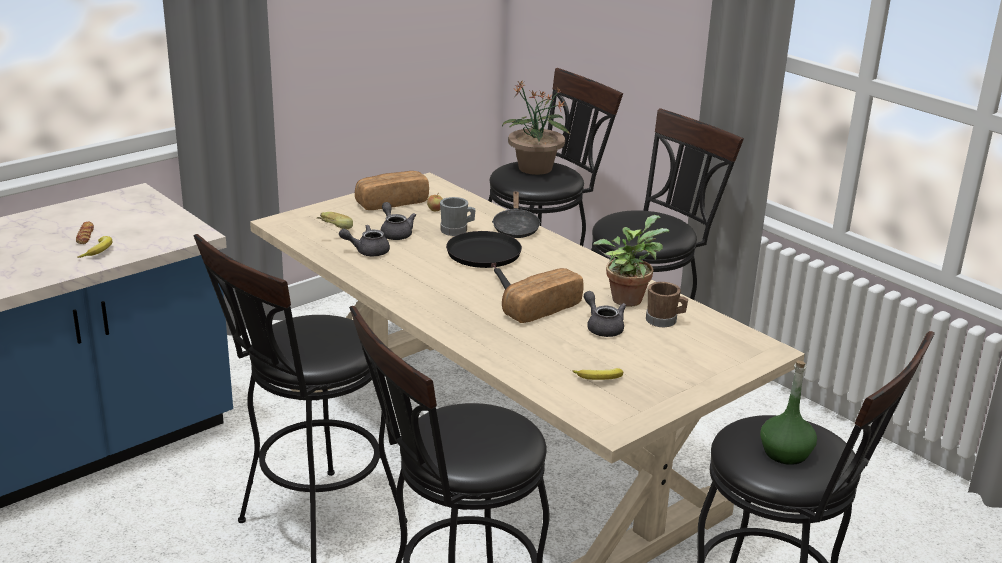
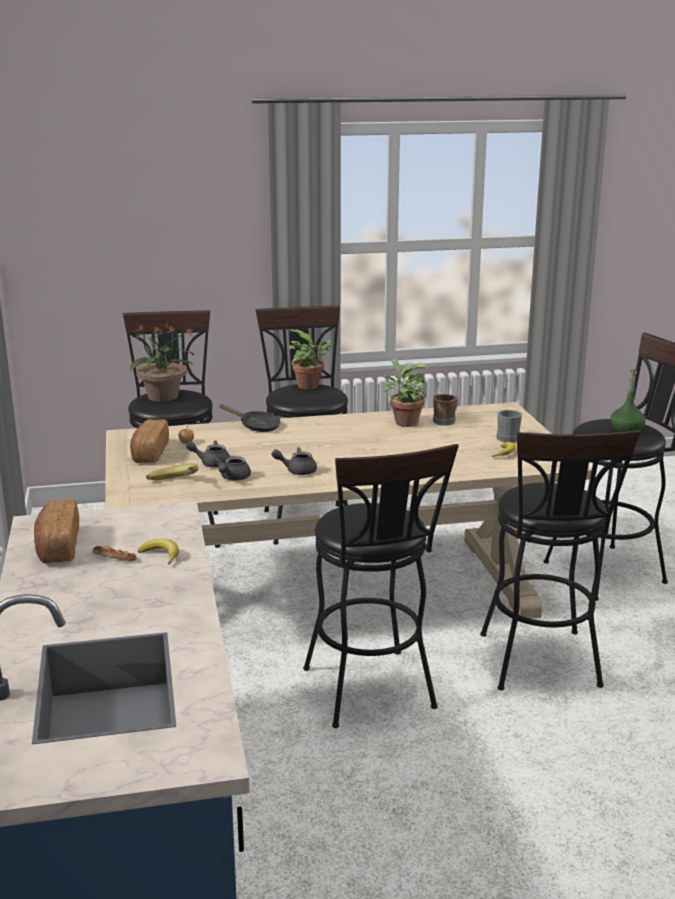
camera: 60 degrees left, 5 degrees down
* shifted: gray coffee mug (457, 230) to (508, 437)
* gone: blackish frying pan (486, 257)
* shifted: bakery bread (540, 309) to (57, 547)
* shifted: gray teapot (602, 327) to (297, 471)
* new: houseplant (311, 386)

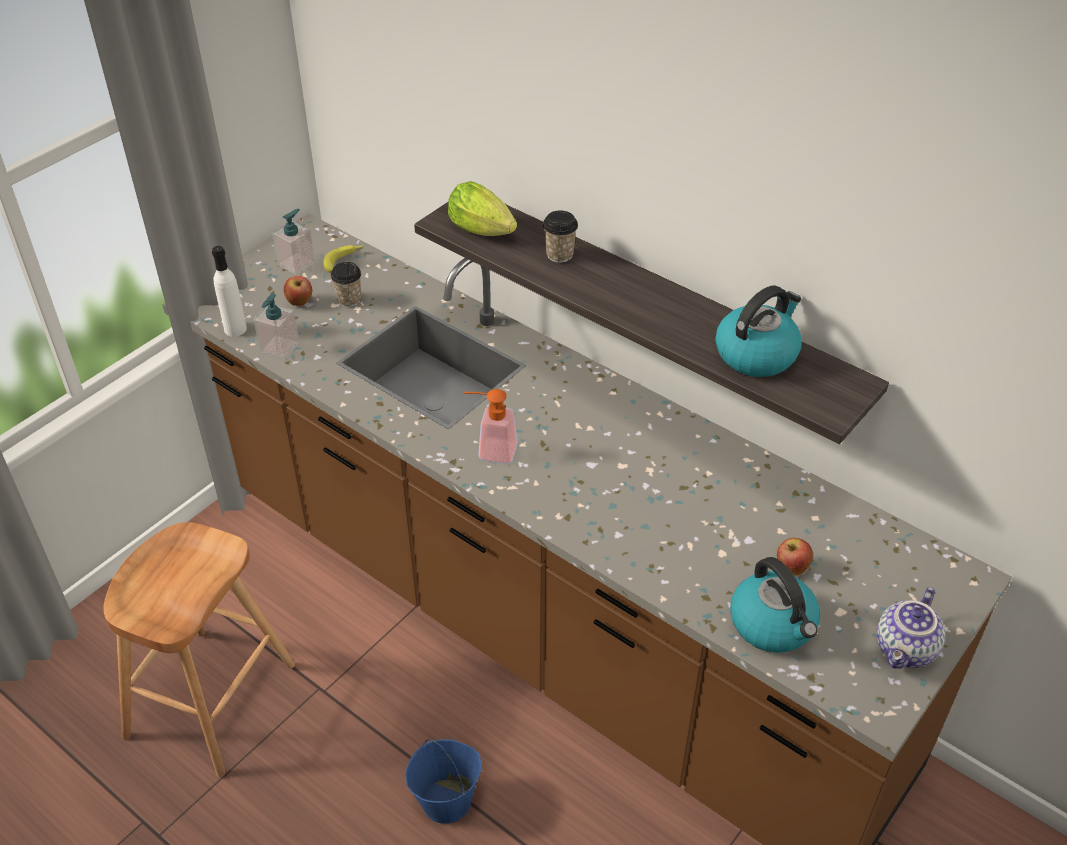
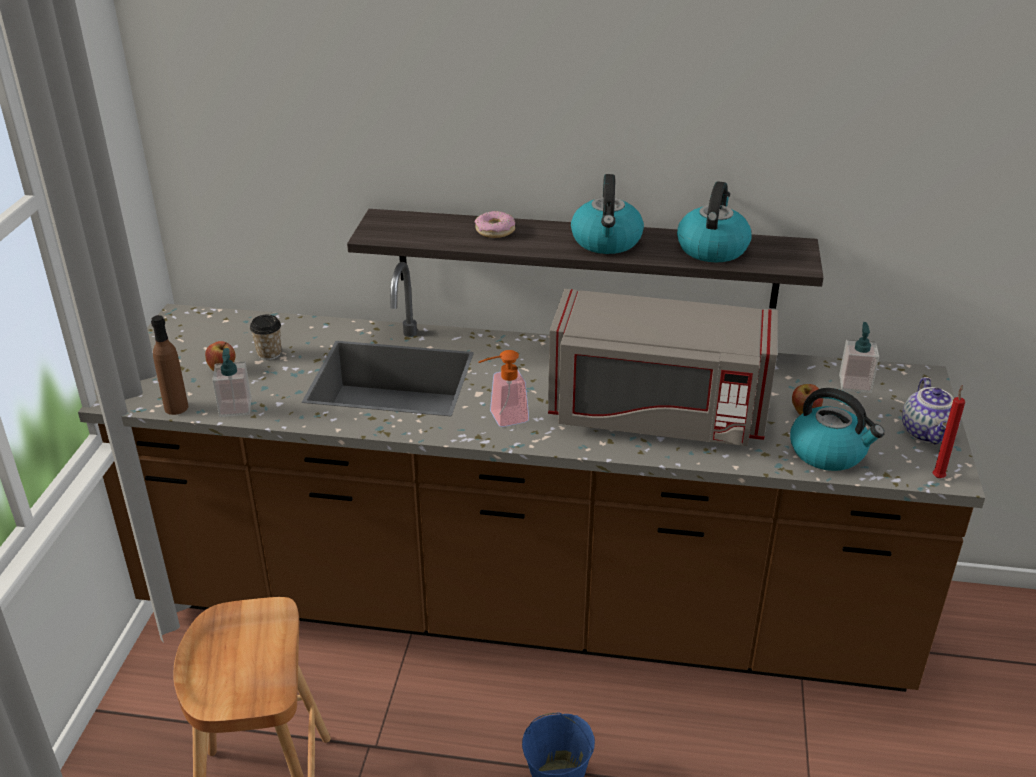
camera: 30 degrees left, 10 degrees down
* gone: lettuce head (485, 232)
* shifted: liquid soap bottle (296, 263) to (855, 383)
* swapped: cup (559, 255) to donut (495, 230)
* gone: banana (344, 260)
* repainted: white-coloured bottle (235, 329) to brown bottle (176, 407)
* new: water kettle (606, 242)
* new: gray kitchen microwave (656, 414)
* new: reddish wax light (938, 477)

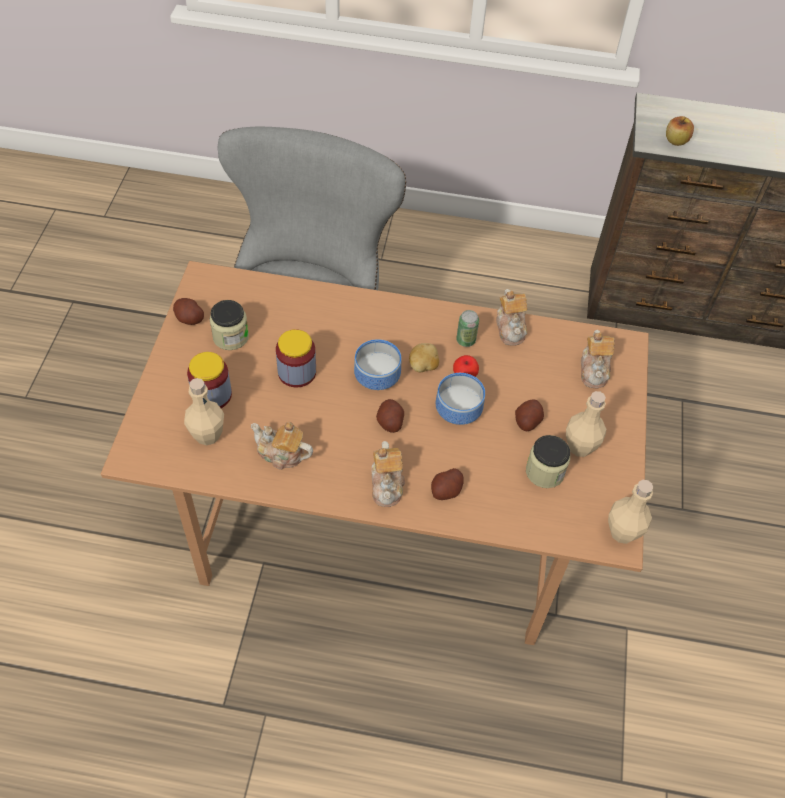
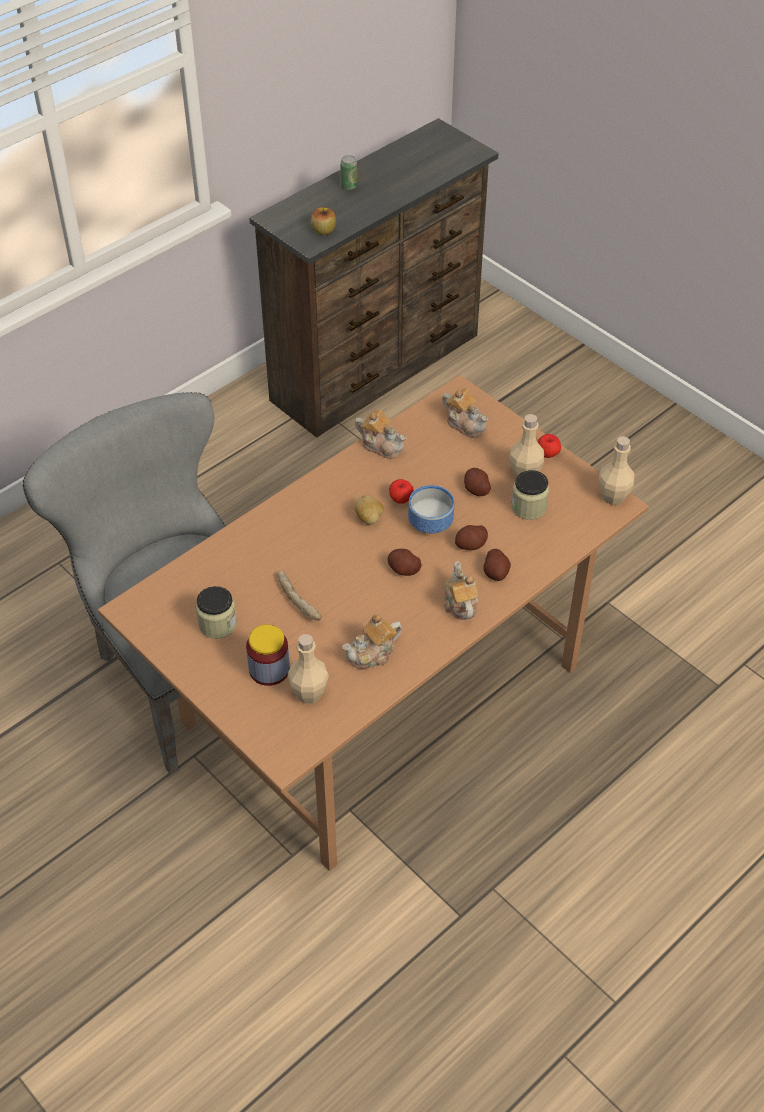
camera: 50 degrees left, 5 degrees down
* shifted: spud (189, 318) to (471, 545)
* shifted: sealed can (465, 340) to (349, 186)
* swapped: storage jar (297, 372) to bakery bread (299, 600)
* gone: bowl (375, 377)
* rotated: teapot (387, 484) = (460, 604) 135 degrees counterclockwise
* new: whole apple (547, 454)

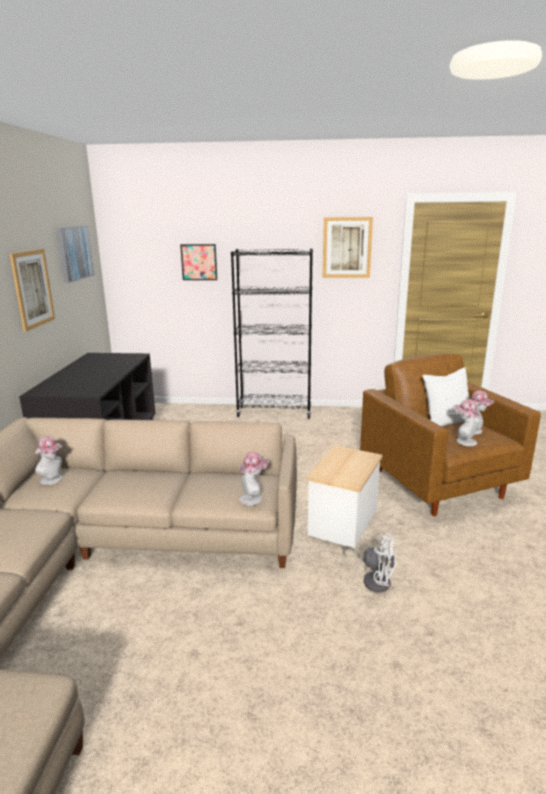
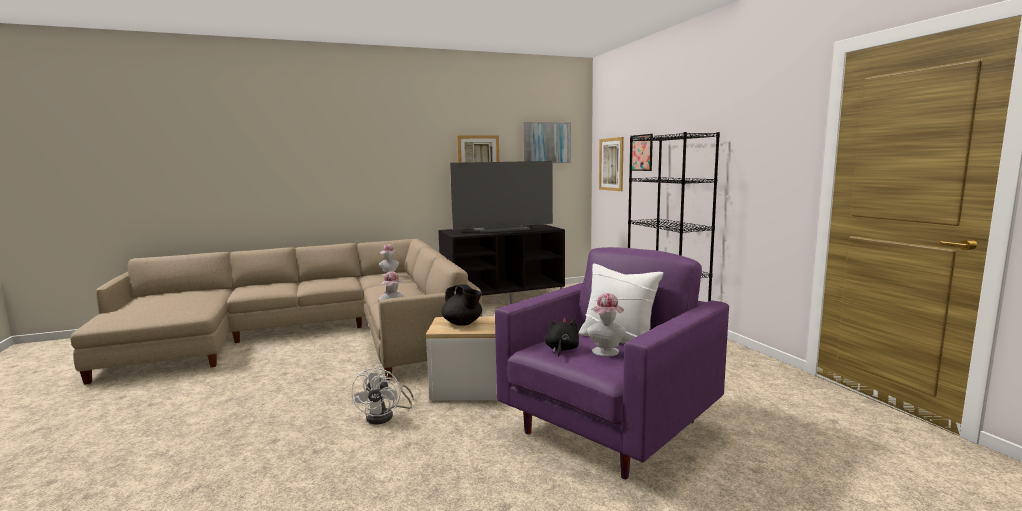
camera: 65 degrees right, 10 degrees down
* shifted: picture (347, 247) to (611, 164)
* repainted: brown easy chair (438, 484) to purple-coloured easy chair (609, 428)
* swapped: wearable hat (463, 441) to blackish plush toy (561, 349)
* new: TV (502, 229)
* new: blackish teapot (463, 323)

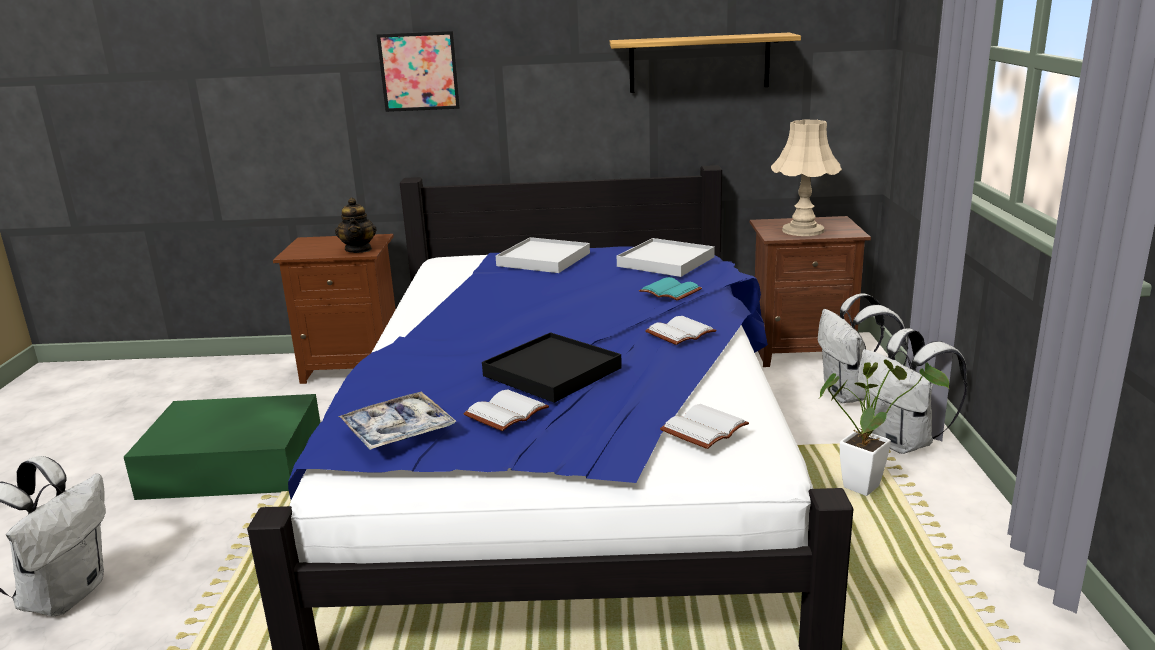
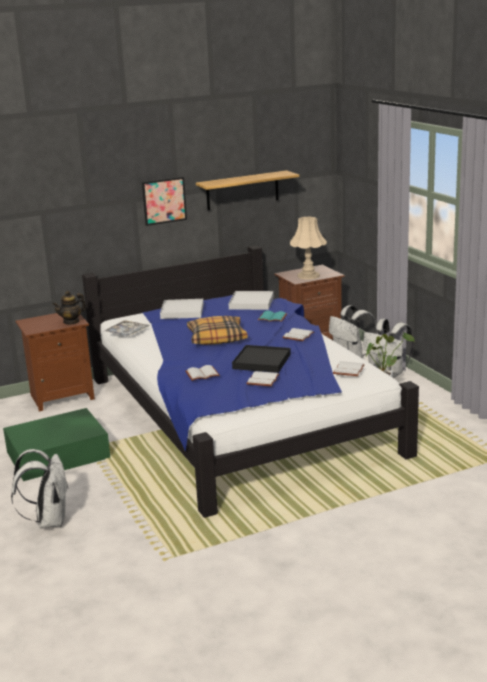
camera: 25 degrees left, 0 degrees up
* shifted: picture (419, 71) to (164, 201)
* rotated: teapot (359, 249) = (71, 321) 90 degrees clockwise
* shifted: carrying tray (398, 431) to (127, 332)
* new: pillow (217, 338)
* new: white-coloured book (202, 375)

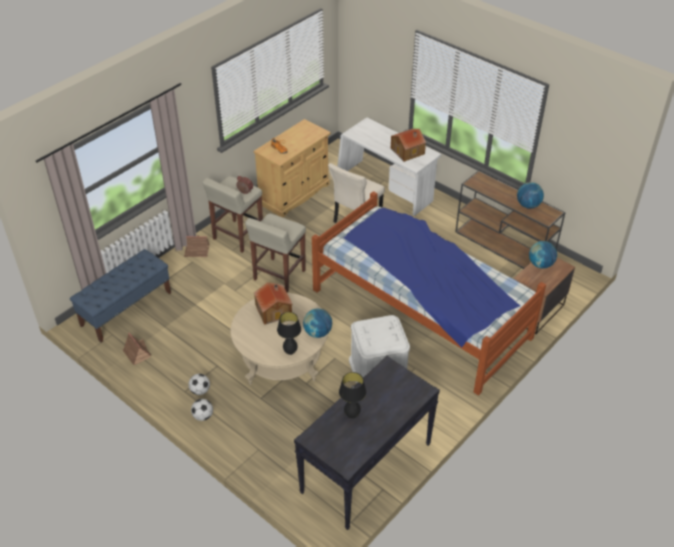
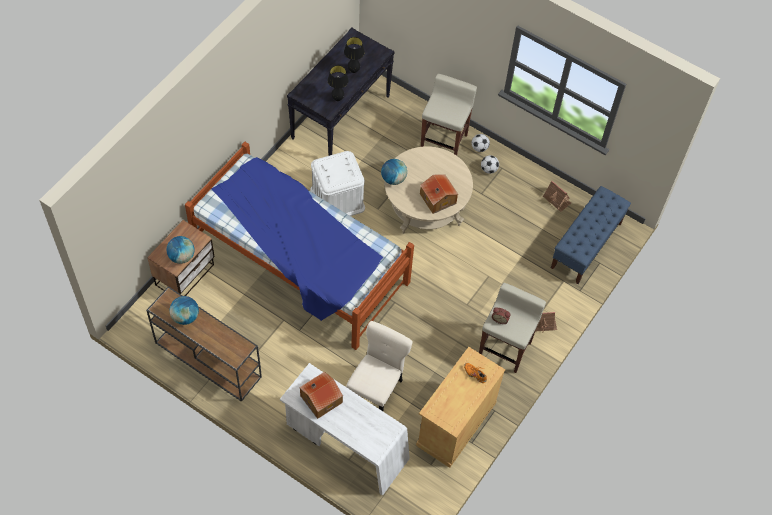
camera: 170 degrees right, 15 degrees up
* shifted: sand-coloured stool (279, 275) to (444, 141)
* shifted: blackish table lamp (290, 352) to (337, 99)

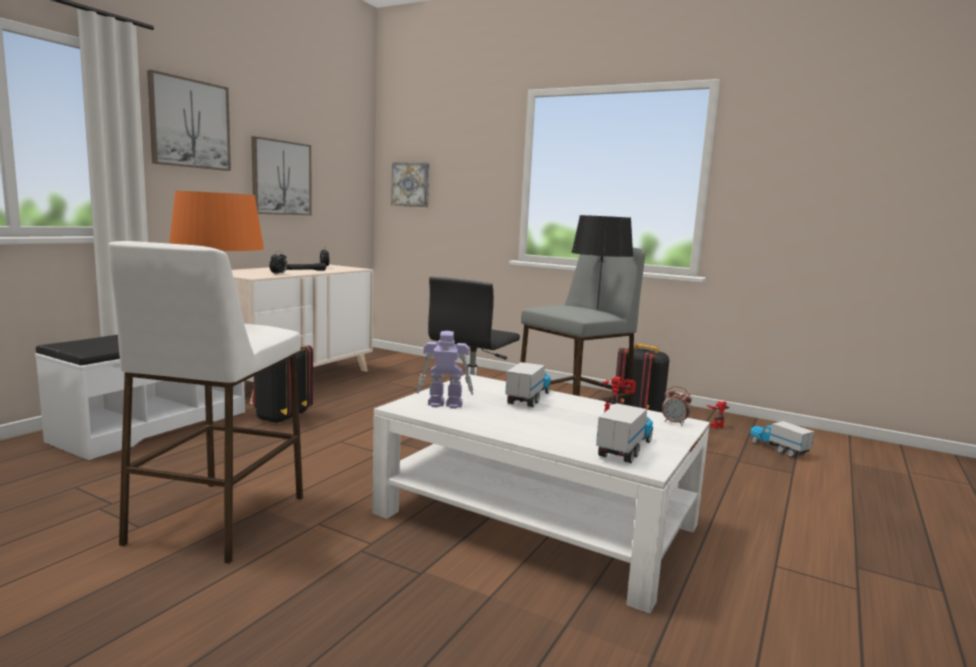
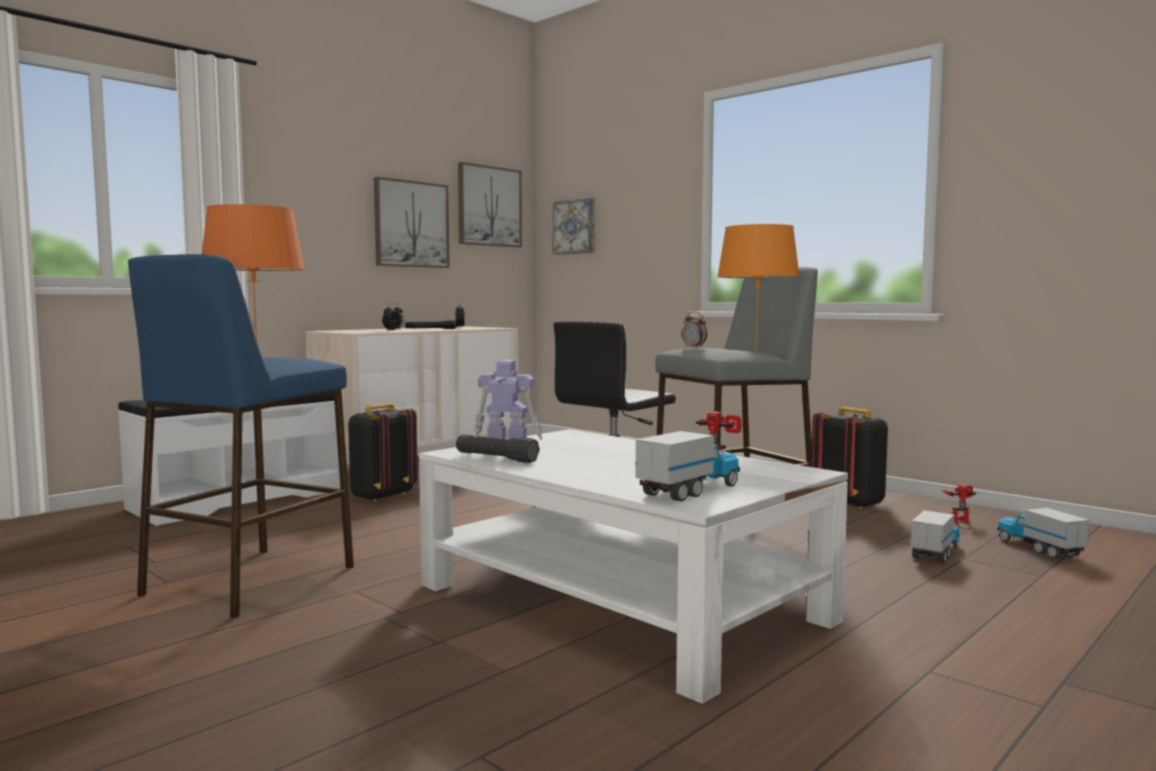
camera: 15 degrees right, 5 degrees down
* shifted: picture (189, 124) to (489, 206)
* repainted: blackish table lamp (597, 309) to orangey table lamp (755, 350)
* repainted: white-coloured stool (218, 520) to blue stool (249, 581)
* shifted: toy lorry (528, 398) to (935, 552)
* shifted: alarm clock (674, 423) to (694, 347)
* new: blackish flashlight (496, 458)

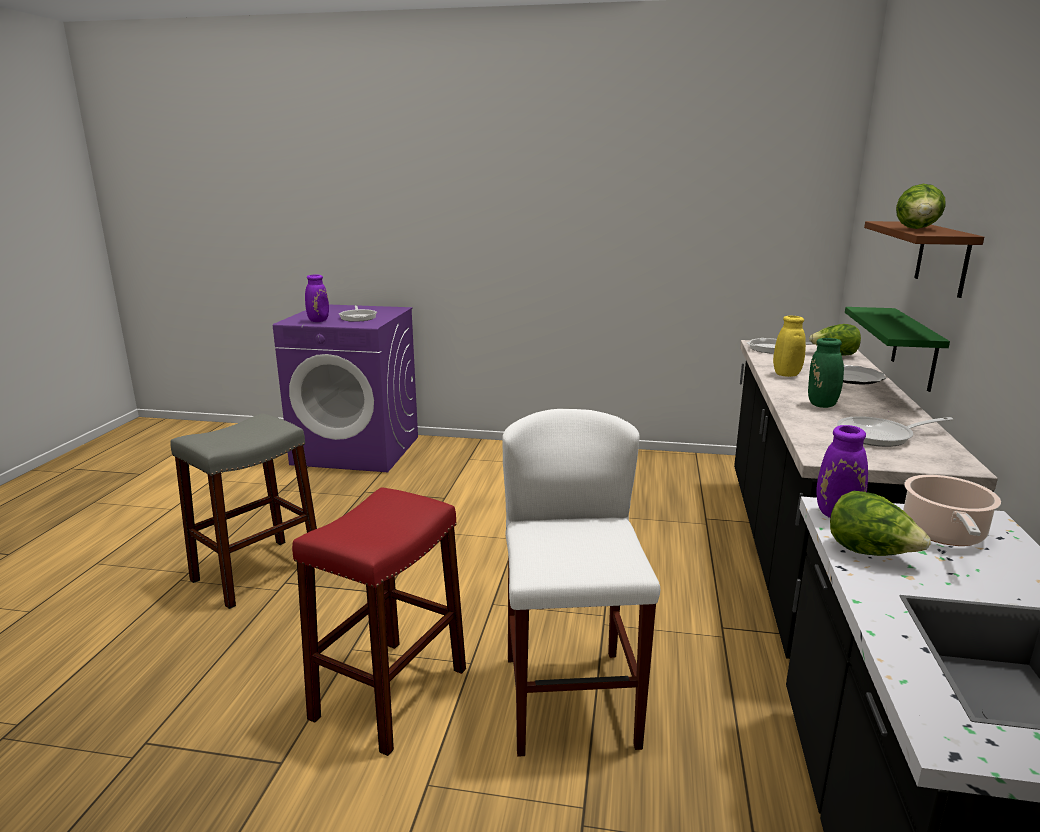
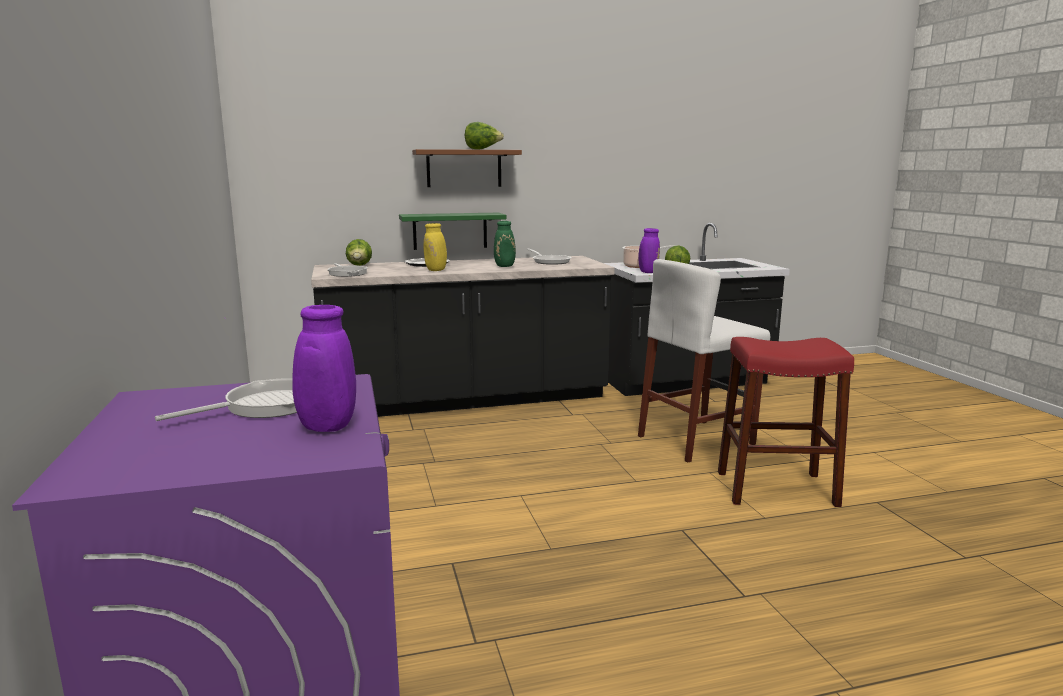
camera: 115 degrees left, 5 degrees down
* gone: gray stool (257, 572)

